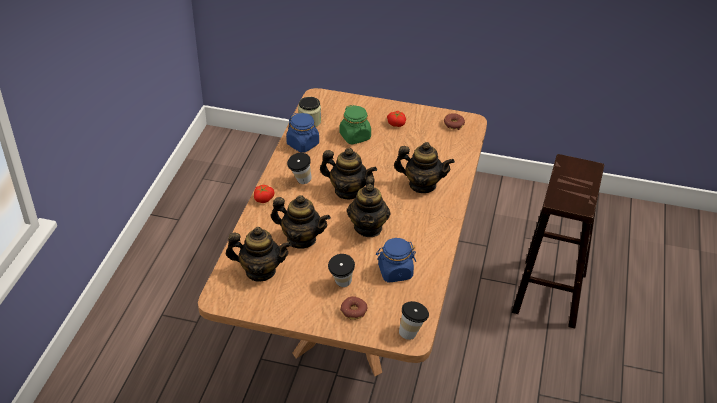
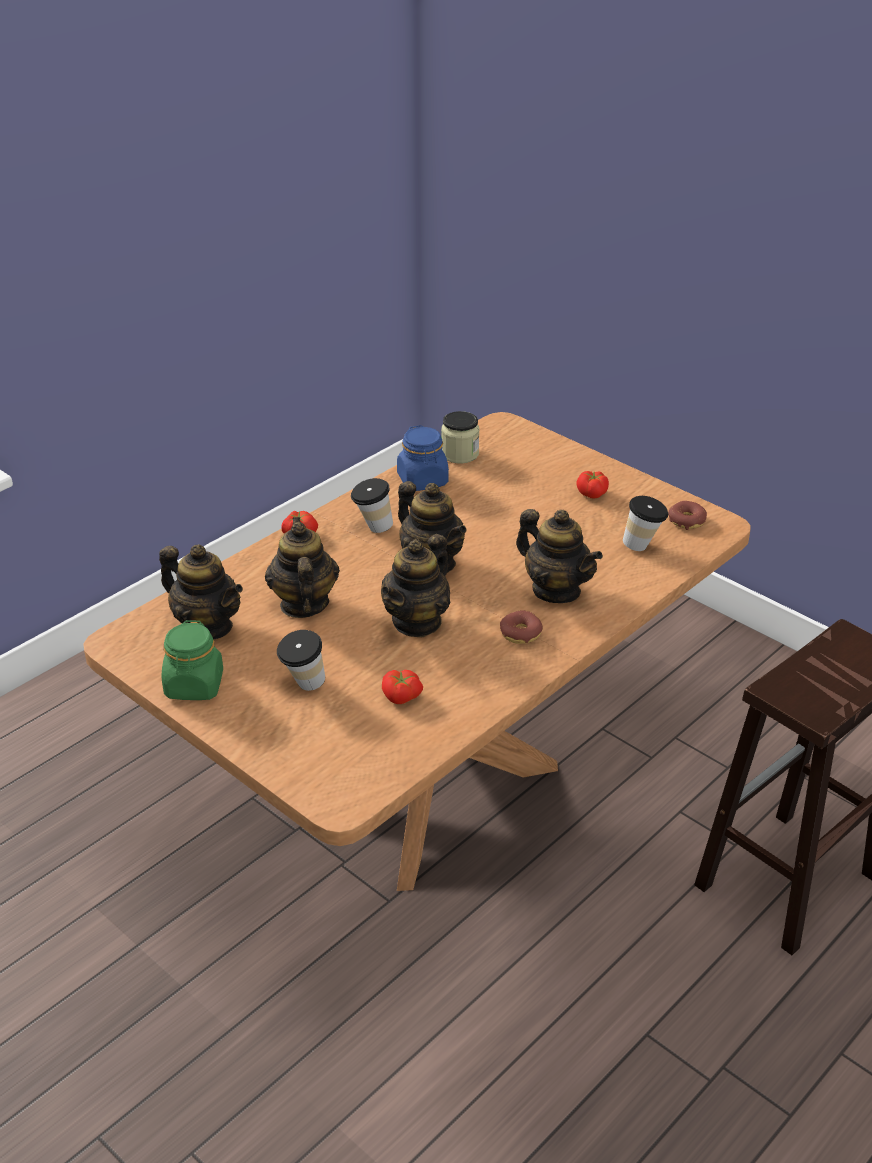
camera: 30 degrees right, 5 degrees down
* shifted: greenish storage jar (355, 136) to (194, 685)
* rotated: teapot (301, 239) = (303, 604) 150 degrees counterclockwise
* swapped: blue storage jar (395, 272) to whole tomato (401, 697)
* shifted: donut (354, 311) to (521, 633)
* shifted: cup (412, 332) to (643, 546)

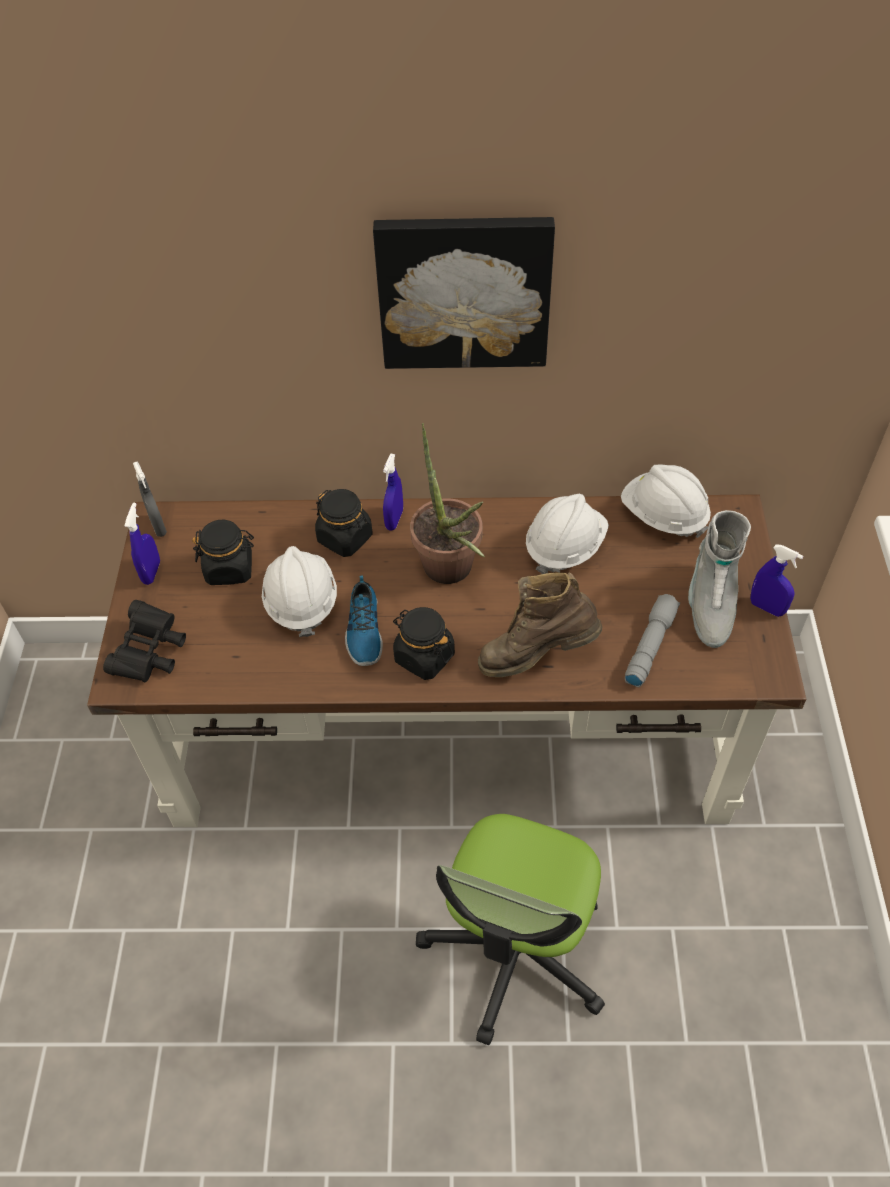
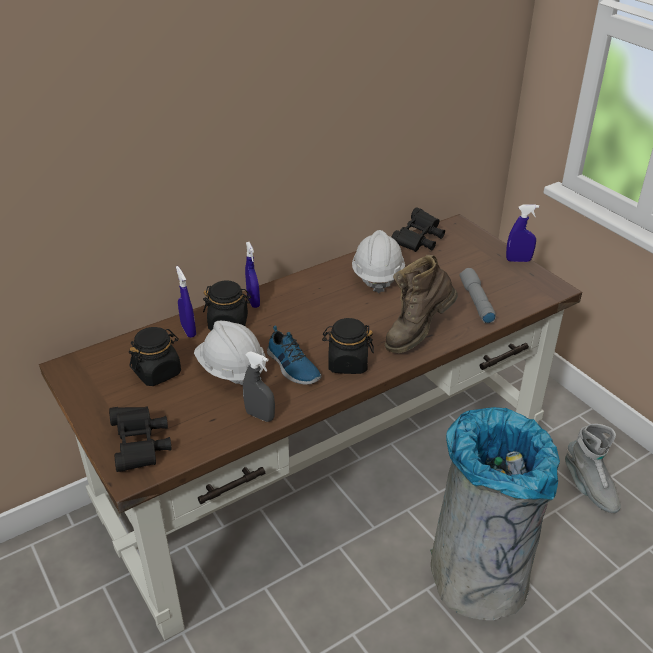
camera: 35 degrees left, 15 degrees down
* gone: picture (464, 291)
* gone: houseplant (451, 574)
* shifted: gray sprayer (158, 526) to (260, 416)
* swapped: white-coloured safety helmet (663, 516) to blackish binoculars (418, 241)
* shifted: blue sprayer (151, 572) to (188, 330)
* shifted: gray high-top boot (710, 604) to (589, 488)
* swapped: computer chair (515, 951) to gray waste bin (478, 578)

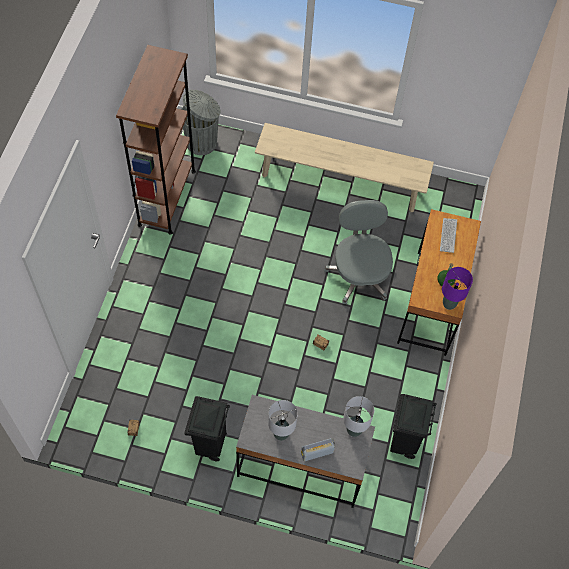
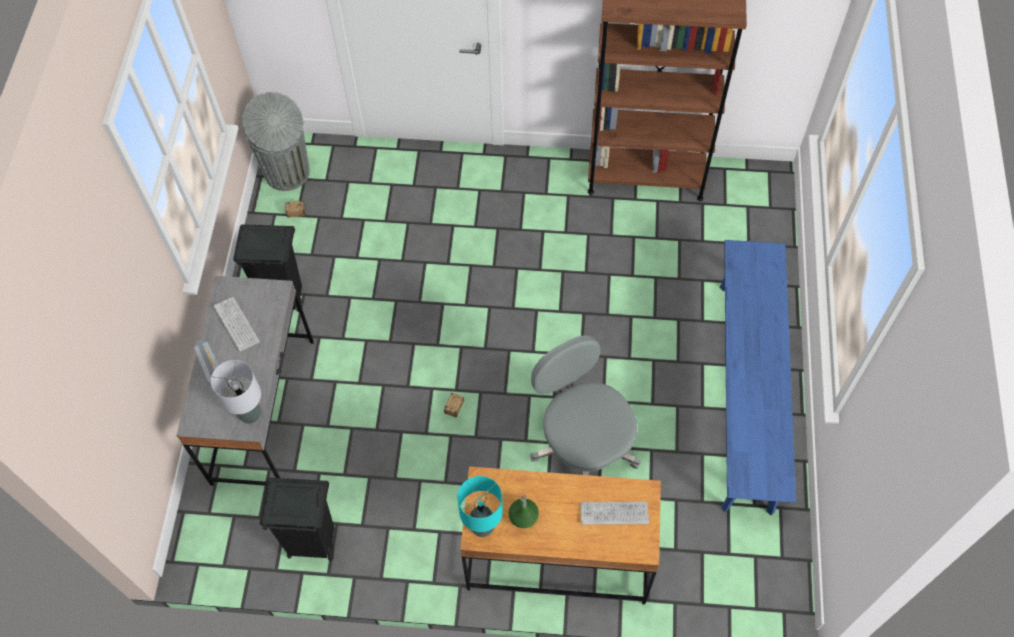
camera: 85 degrees right, 0 degrees up
* shifted: gray waste bin (202, 142) to (288, 173)
* repainted: sand-coloured long seat (340, 182) to blue long seat (745, 393)
* rotated: gray computer chair (359, 274) = (583, 444) 105 degrees counterclockwise
* repainted: purple-coloured table lamp (449, 304) to turquoise-coloured table lamp (482, 526)
* swapped: gray table lamp (281, 434) to PC keyboard (236, 324)

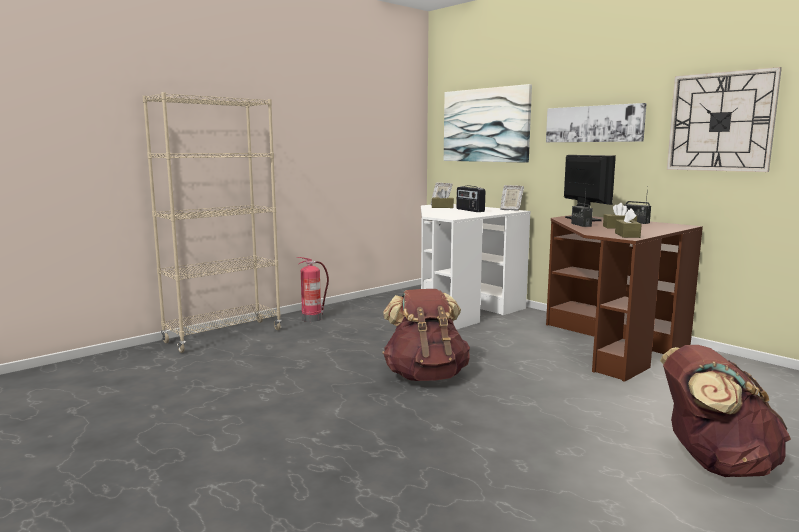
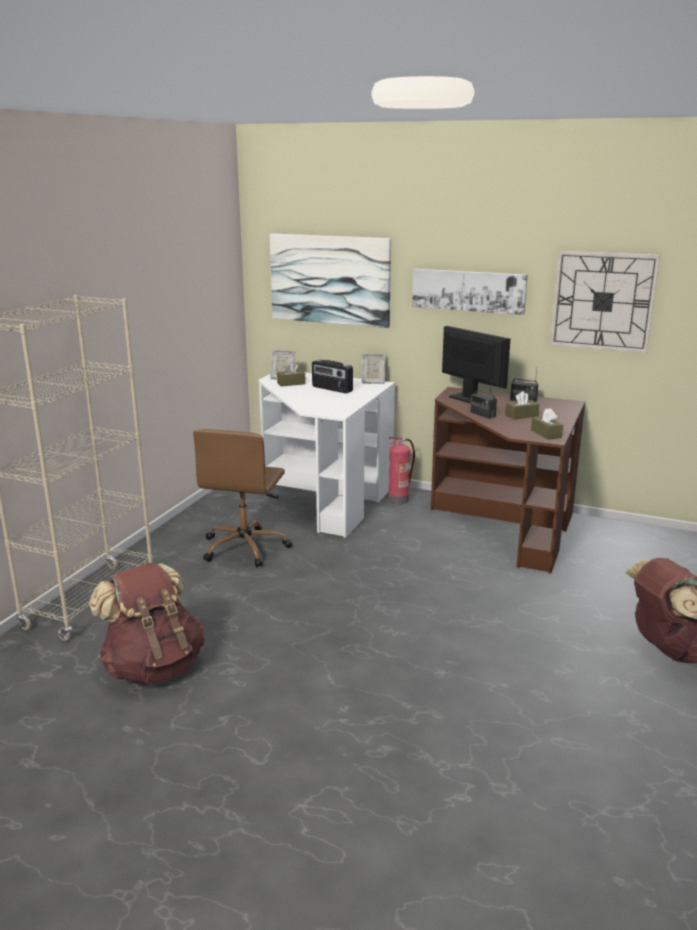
camera: 25 degrees left, 10 degrees up
* shifted: extinguisher (312, 319) to (399, 499)
* shifted: brown rucksack (425, 376) to (154, 667)
* new: brown computer chair (245, 547)

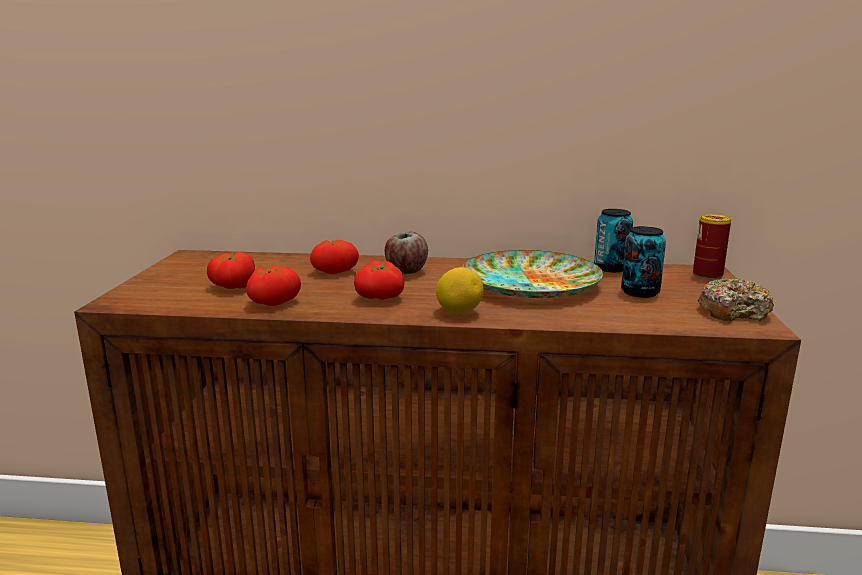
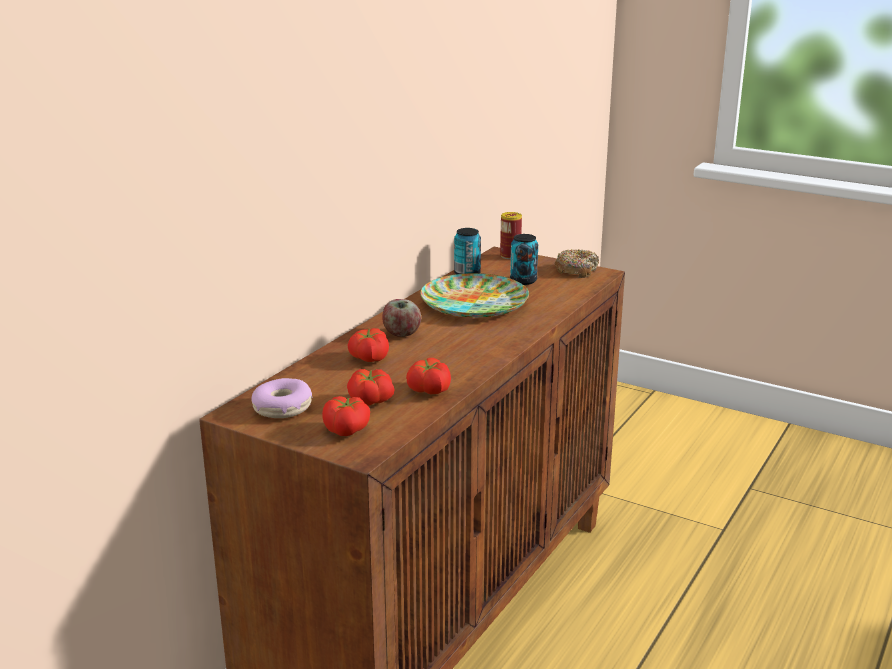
camera: 65 degrees left, 5 degrees up
* shifted: whole tomato (381, 297) to (347, 430)
* gone: lemon (459, 312)
* new: donut (282, 408)

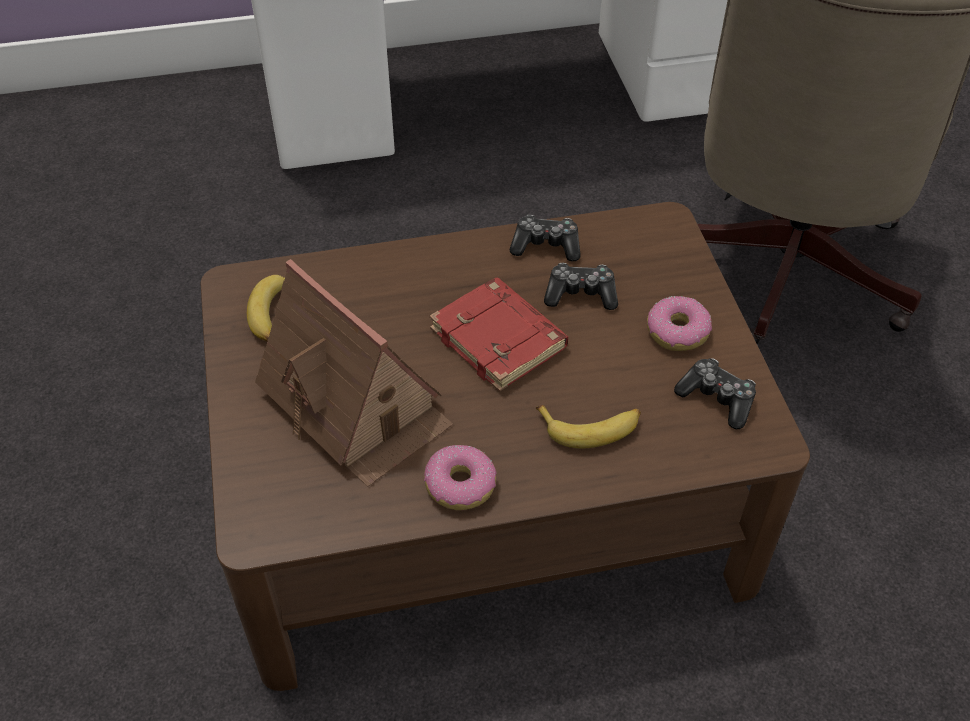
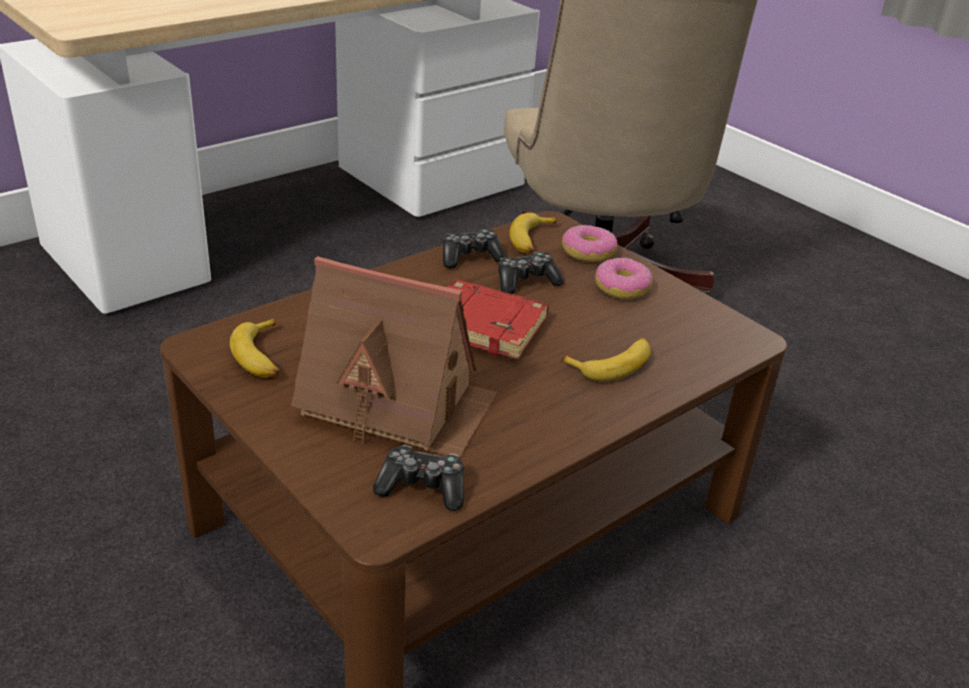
camera: 30 degrees left, 15 degrees down
* shifted: game controller (717, 399) to (422, 487)
* shifted: donut (460, 485) to (588, 252)
* new: banana (531, 241)

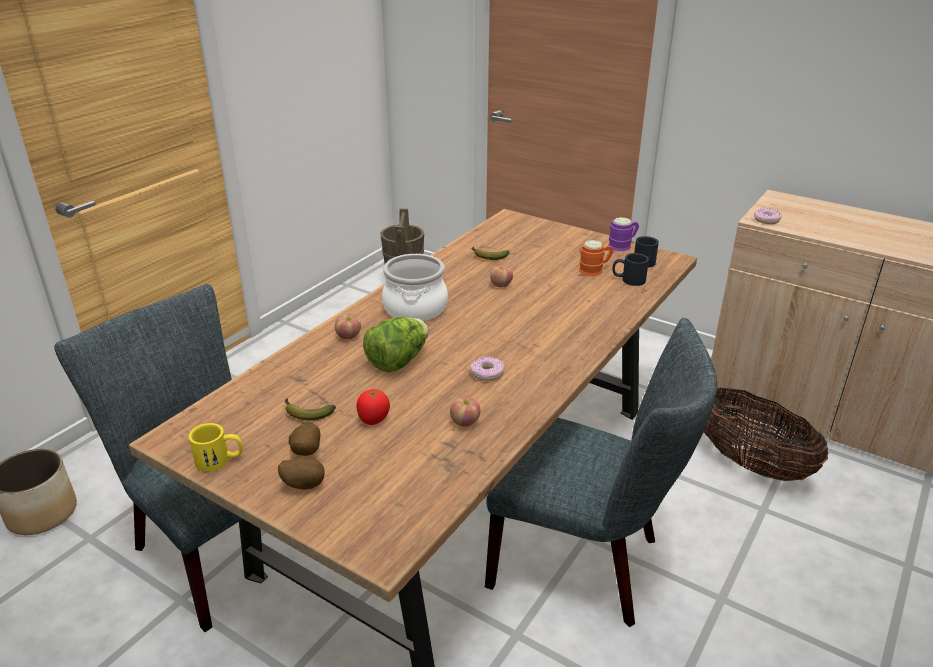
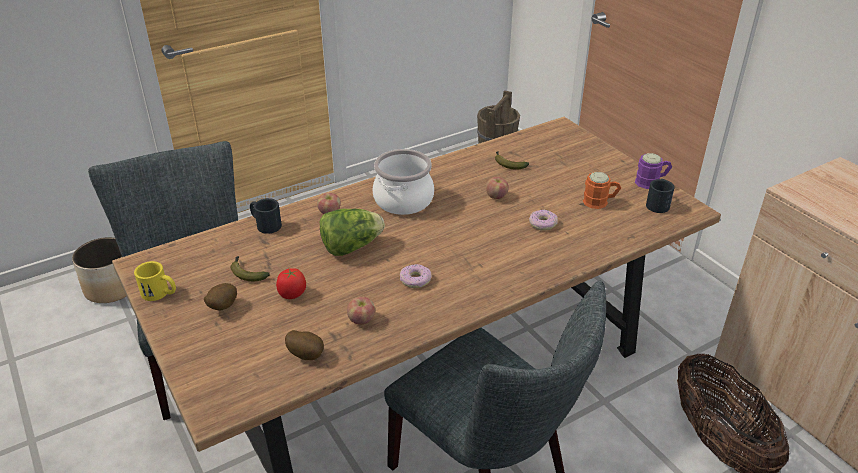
camera: 25 degrees right, 5 degrees up
* shifted: donut (766, 220) to (542, 224)
* shifted: blackish coffee mug (628, 280) to (265, 224)
* shifted: spud (304, 485) to (307, 355)

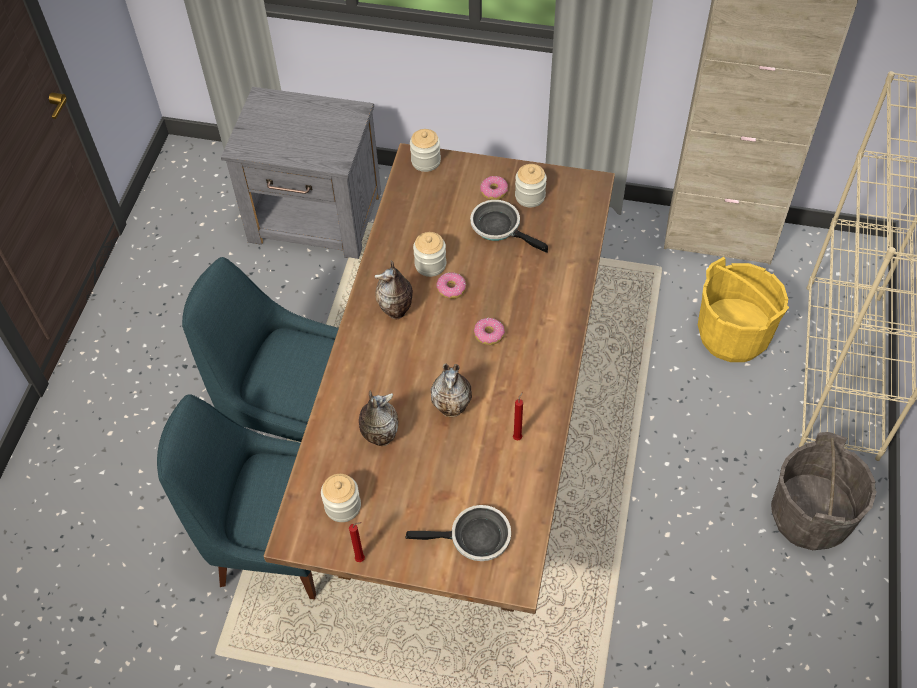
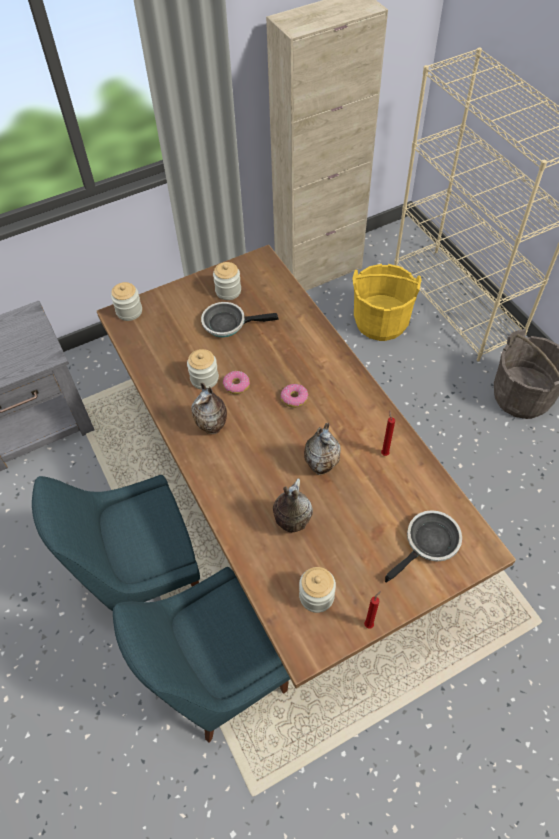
camera: 40 degrees left, 0 degrees up
* gone: donut (494, 191)

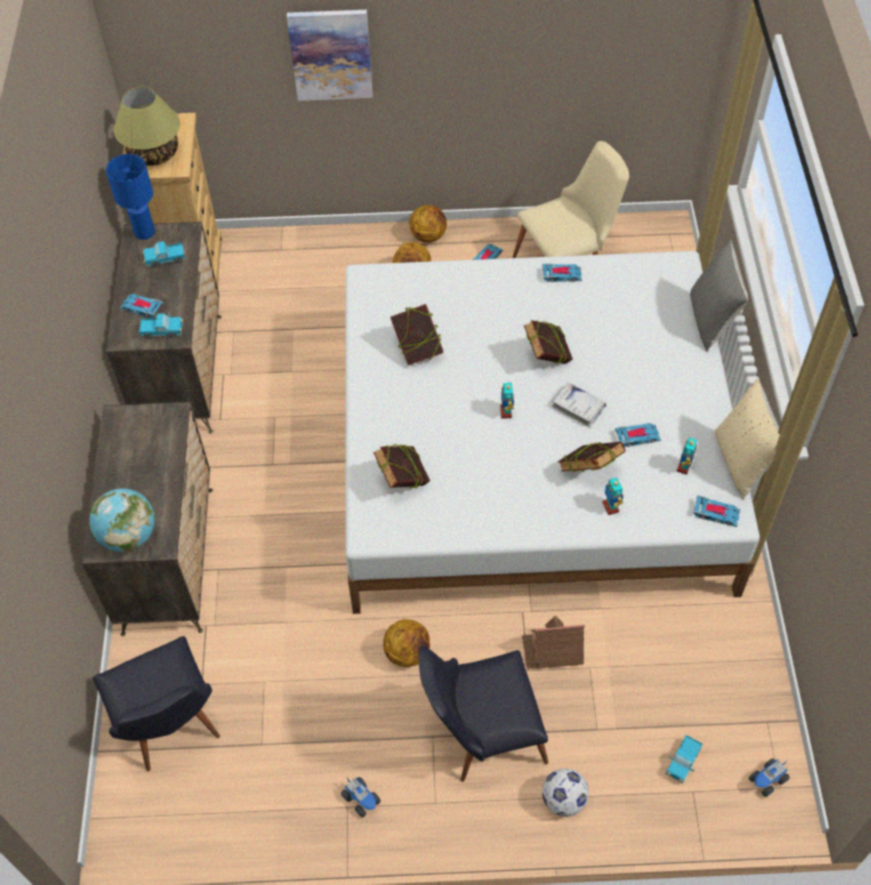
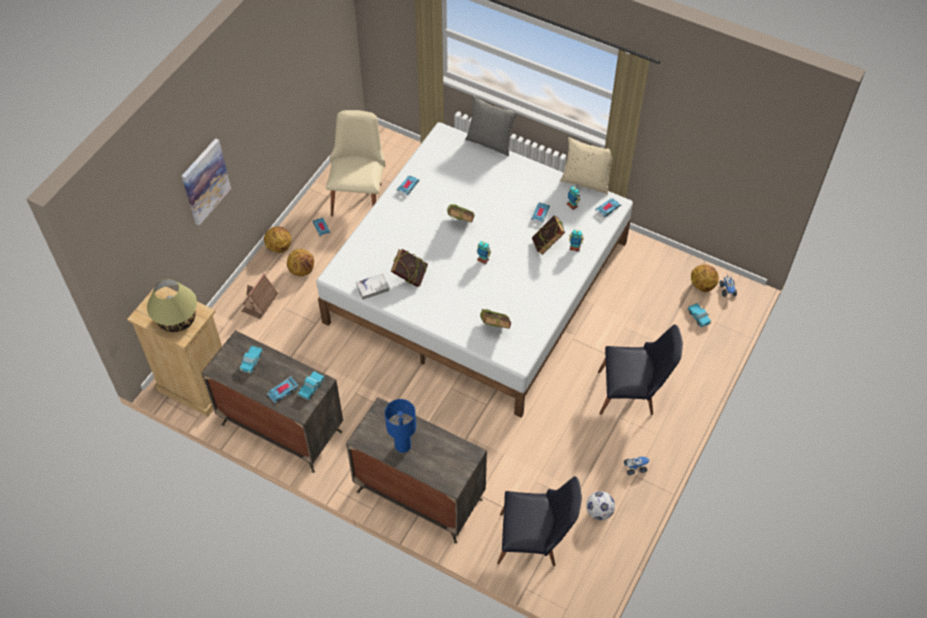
camera: 60 degrees left, 0 degrees up
* shifted: blue table lamp (144, 232) to (402, 446)
* shifted: white-coloured book (578, 407) to (373, 288)
* gone: globe (129, 536)
* shifted: model house (553, 649) to (259, 302)
* shifted: basketball ball (408, 652) to (702, 285)
* rotated: blackish upright chair (481, 735) = (632, 394) 105 degrees counterclockwise
* shifted: football ball (563, 800) to (599, 512)

